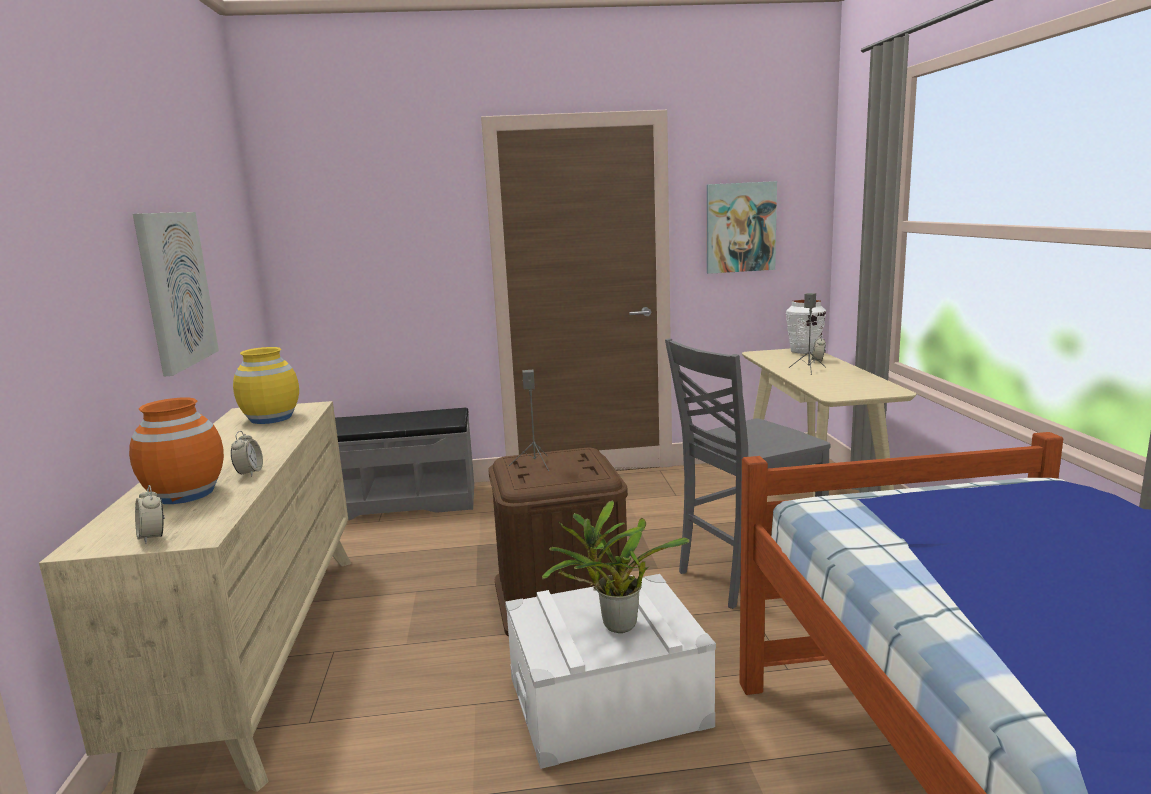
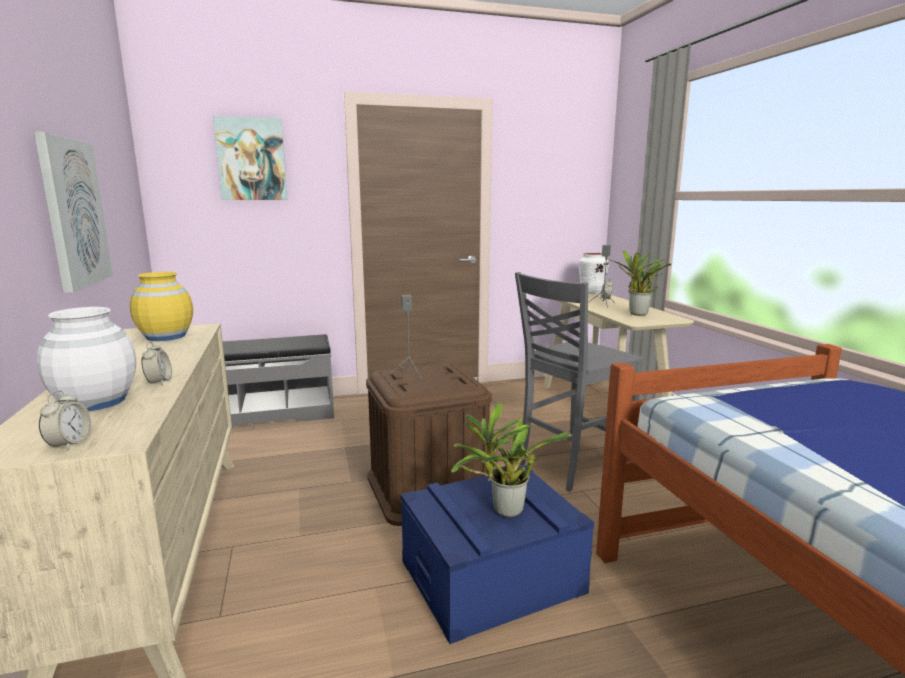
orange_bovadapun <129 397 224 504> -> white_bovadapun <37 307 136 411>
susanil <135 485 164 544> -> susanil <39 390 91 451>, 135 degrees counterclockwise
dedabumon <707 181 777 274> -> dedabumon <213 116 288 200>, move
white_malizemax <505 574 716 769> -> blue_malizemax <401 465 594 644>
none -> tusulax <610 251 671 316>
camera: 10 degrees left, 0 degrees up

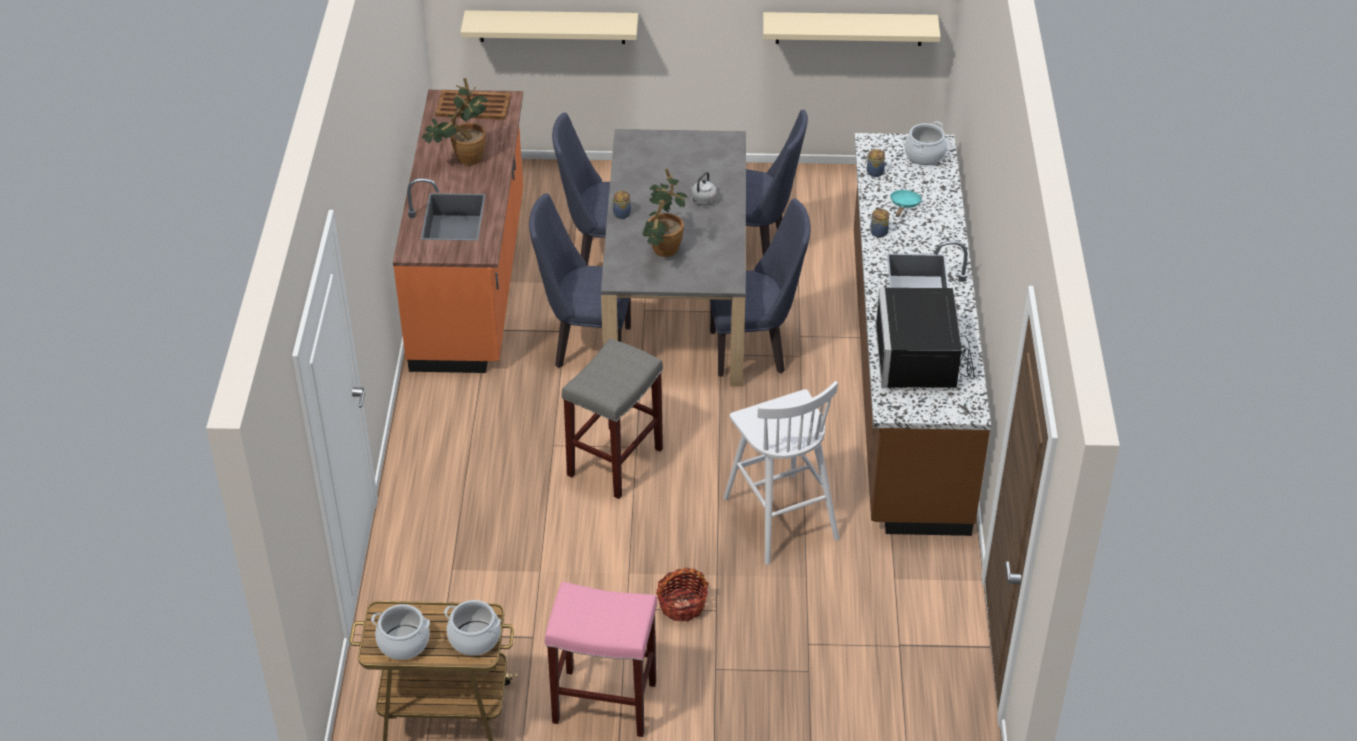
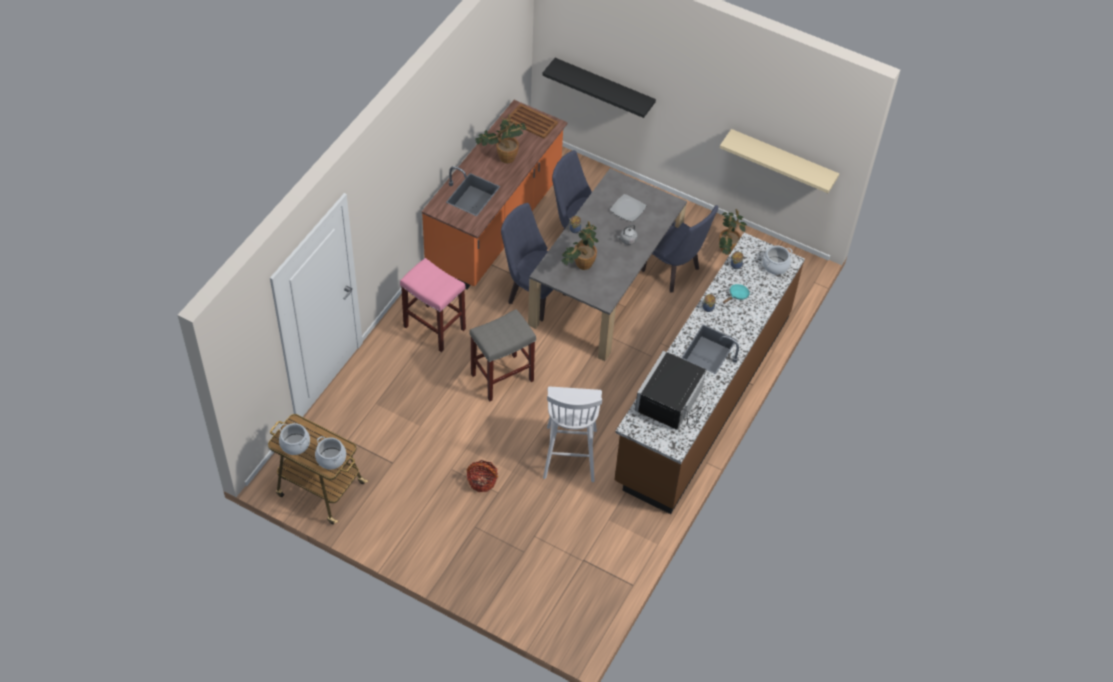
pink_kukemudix <545 582 657 737> -> pink_kukemudix <400 258 466 352>, move
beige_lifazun <461 10 638 44> -> black_lifazun <542 58 656 118>
none -> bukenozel <610 194 646 222>
none -> tusulax <719 209 746 255>
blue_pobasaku <710 198 811 377> -> none
camera: 25 degrees right, 10 degrees up

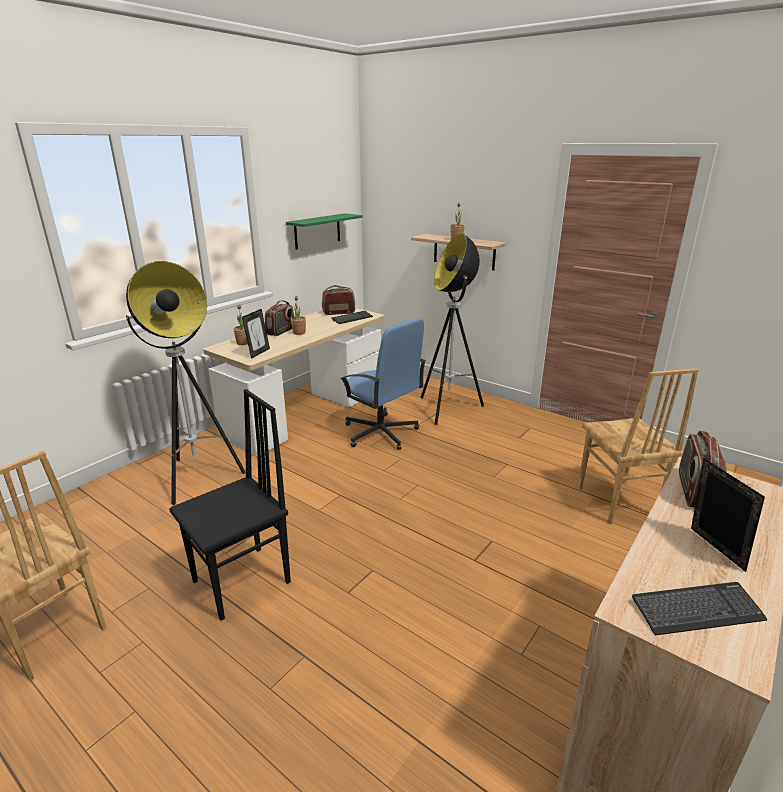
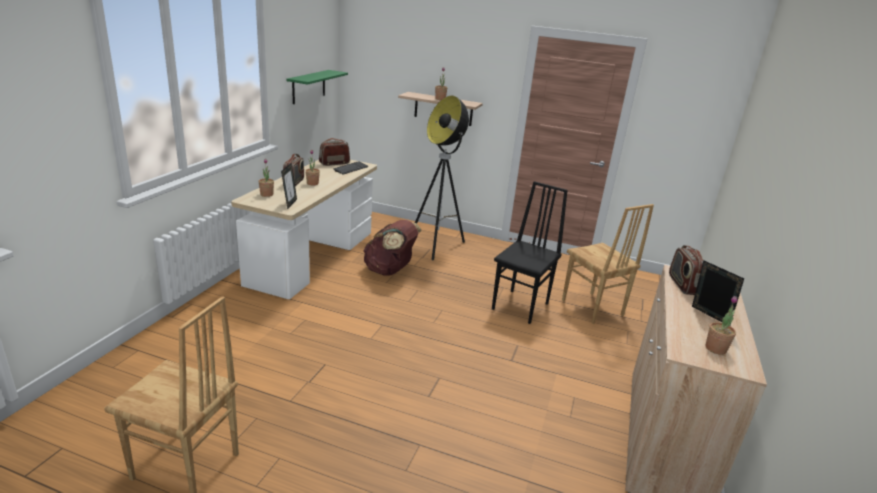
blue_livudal <340 318 426 450> -> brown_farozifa <363 220 422 276>
black_pobasaku <169 389 291 621> -> black_pobasaku <492 181 568 324>, move
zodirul <632 582 768 636> -> tusulax <705 296 737 355>
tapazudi <126 261 246 505> -> none
camera: 20 degrees left, 0 degrees up

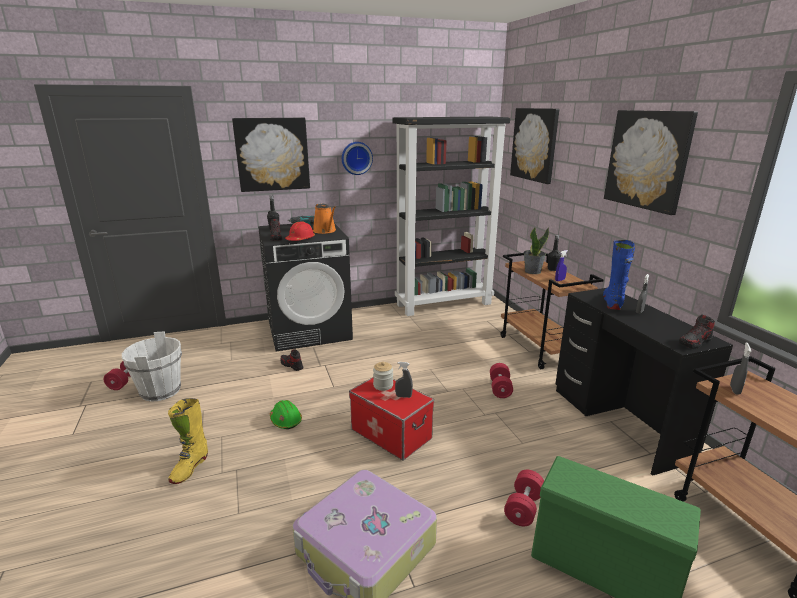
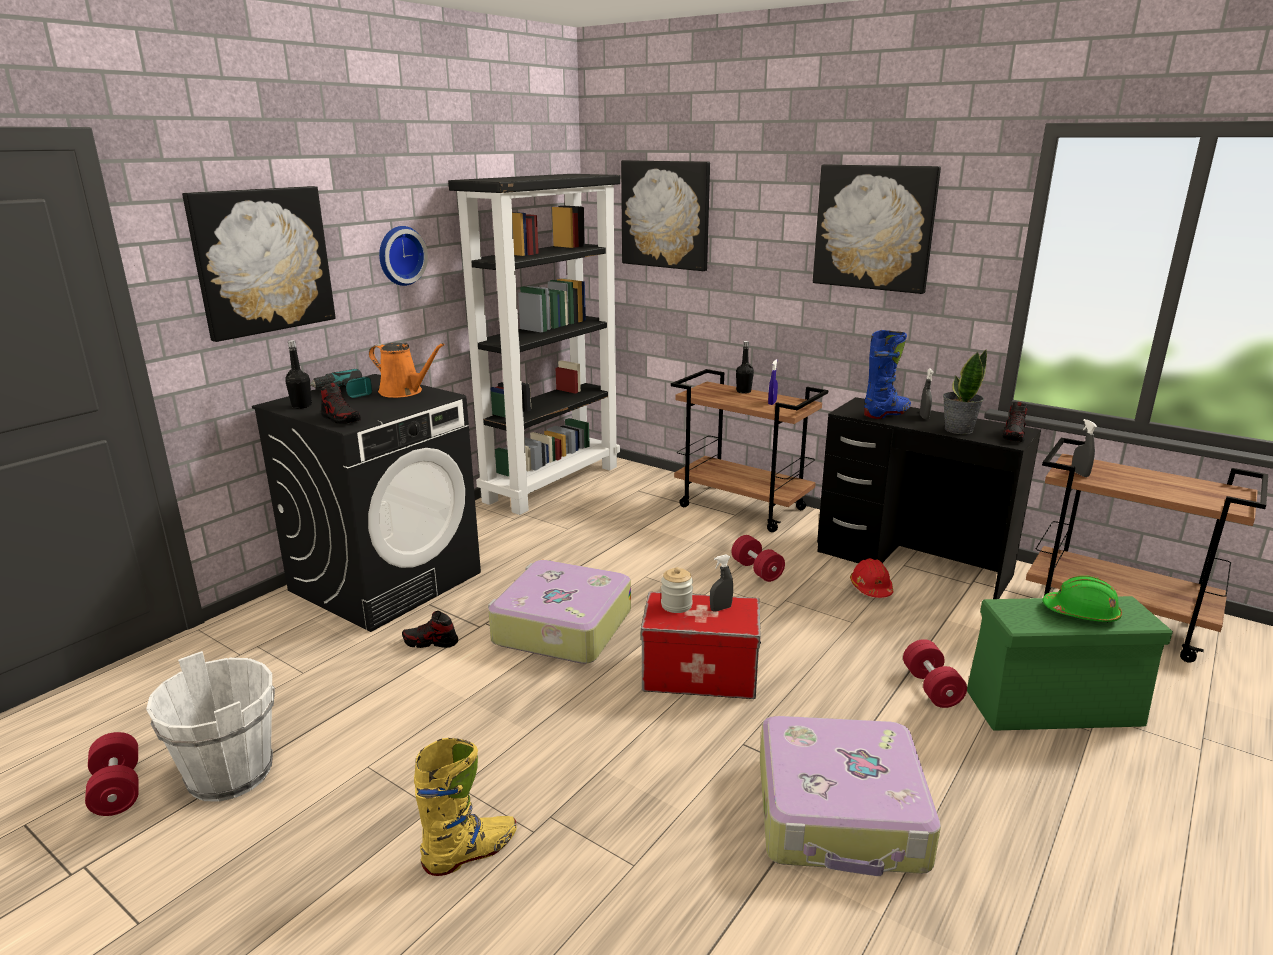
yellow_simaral <168 398 208 484> -> yellow_simaral <414 738 517 876>, 105 degrees counterclockwise
none -> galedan <488 560 631 664>
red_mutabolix <285 221 315 241> -> red_mutabolix <850 558 893 598>, move
blue_simaral <603 240 635 310> -> blue_simaral <864 330 911 419>, 75 degrees clockwise
tusulax <524 227 549 274> -> tusulax <943 349 987 434>, move
green_mutabolix <270 400 302 429> -> green_mutabolix <1042 575 1122 623>, move
camera: 35 degrees left, 0 degrees up

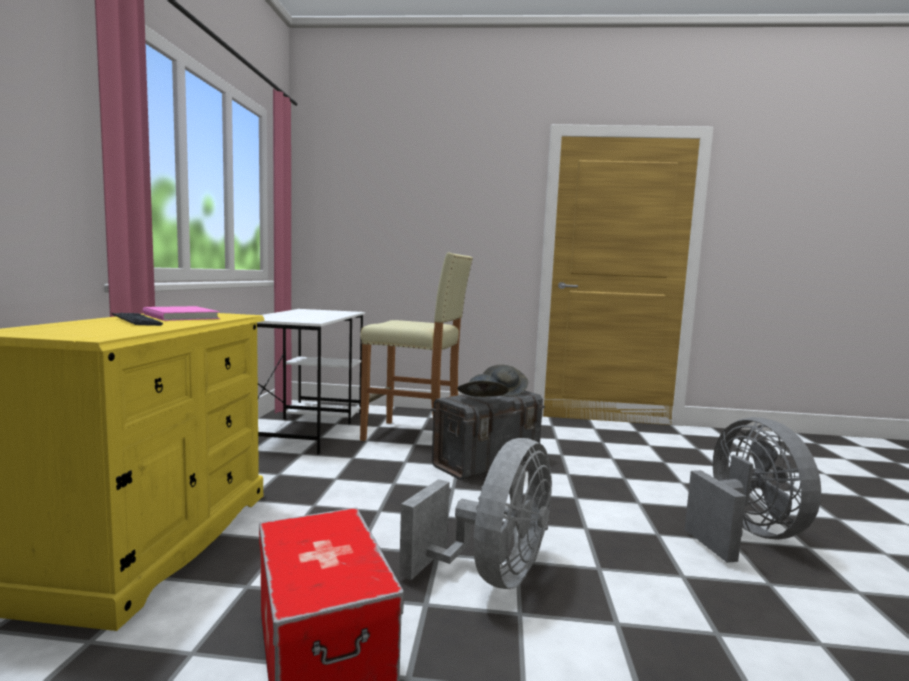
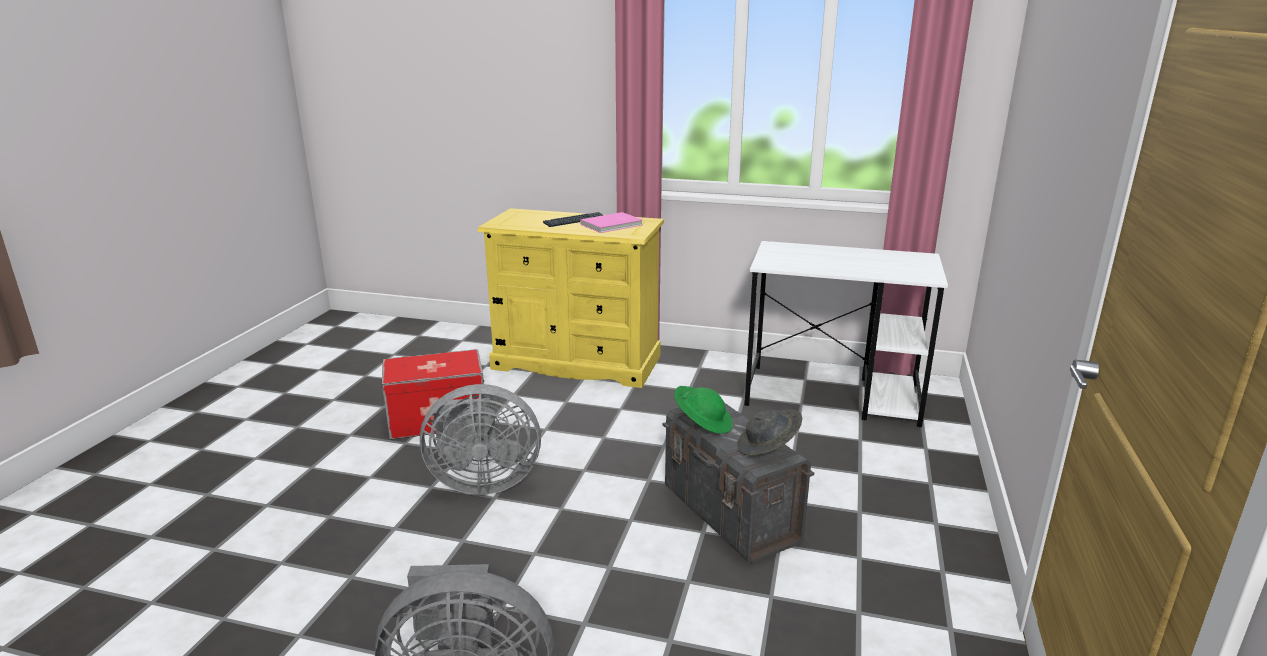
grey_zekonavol <399 438 552 589> -> grey_zekonavol <420 384 541 495>, 45 degrees counterclockwise
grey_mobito <457 374 509 397> -> green_mobito <674 386 733 434>
beige_kukemudix <360 253 473 441> -> none
camera: 100 degrees right, 15 degrees up

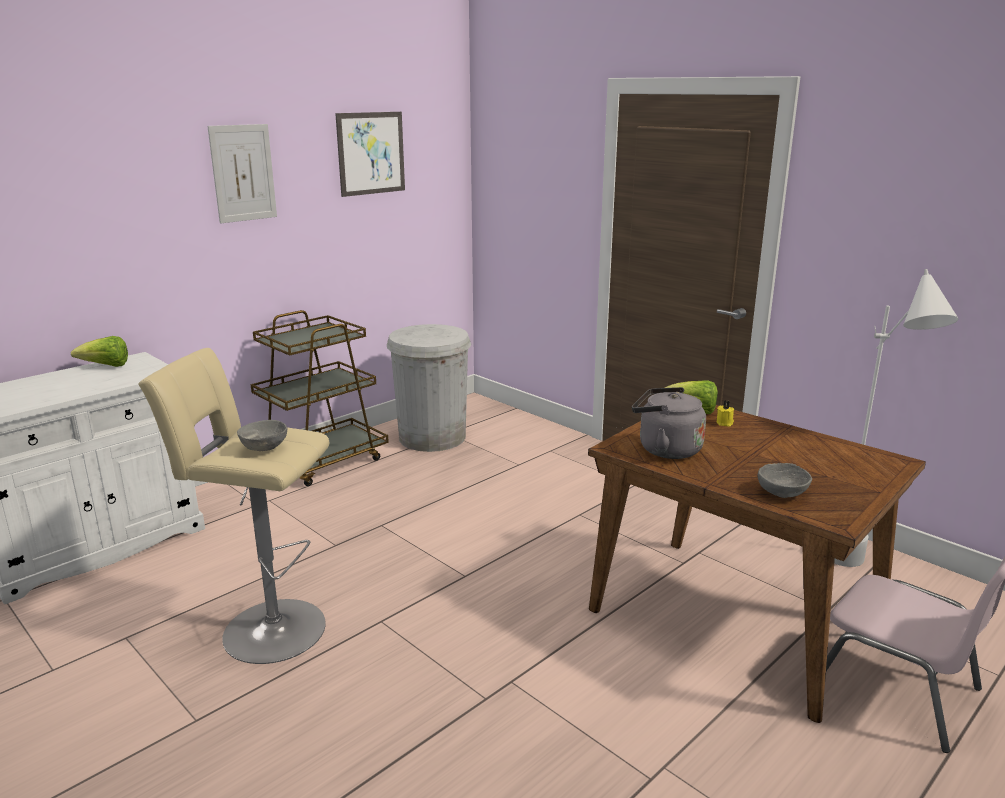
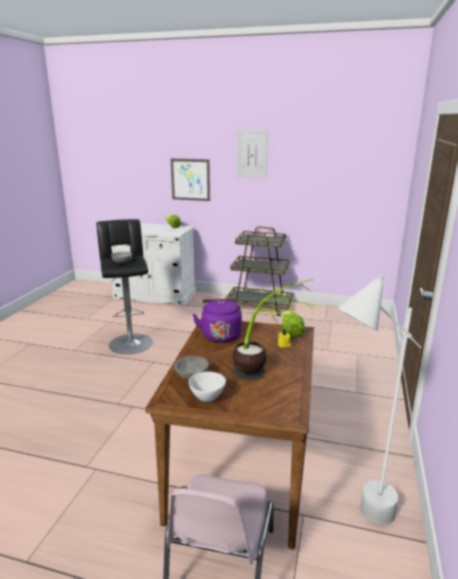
beige_kukemudix <138 348 329 664> -> black_kukemudix <96 219 153 354>
dedabumon <335 112 405 197> -> dedabumon <171 159 210 201>, move
none -> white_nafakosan <189 372 226 402>
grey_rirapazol <632 387 706 459> -> purple_rirapazol <192 299 242 343>
none -> tusulax <233 279 315 380>
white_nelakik <387 324 472 452> -> none
camera: 60 degrees right, 0 degrees up

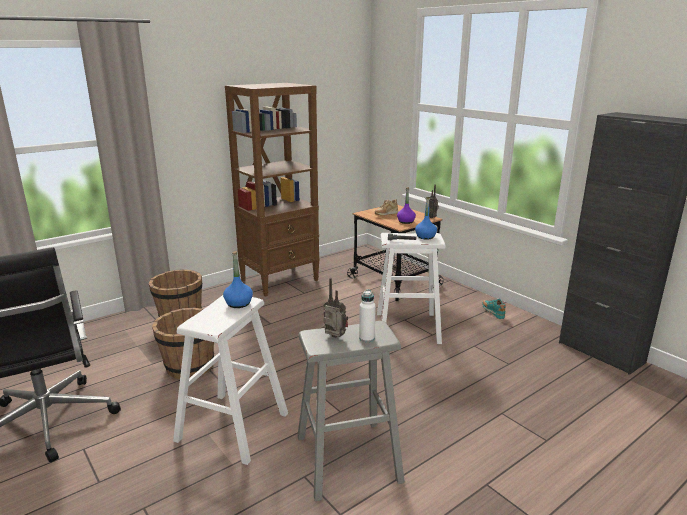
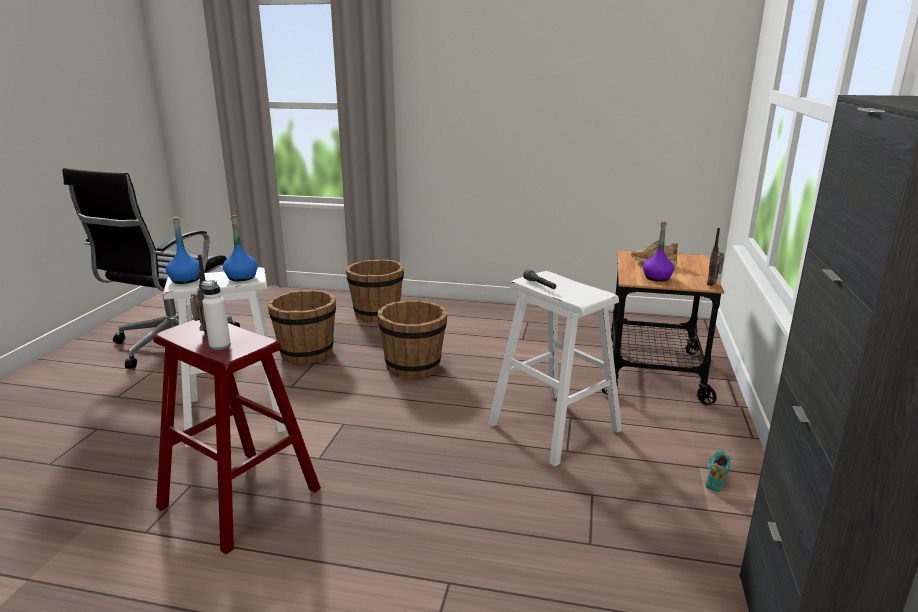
grey_kukemudix <297 321 405 501> -> red_kukemudix <153 320 321 554>
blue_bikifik <415 197 437 240> -> blue_bikifik <166 217 200 284>, move
none -> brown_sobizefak <378 300 447 379>
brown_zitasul <225 83 320 297> -> none
camera: 50 degrees right, 0 degrees up

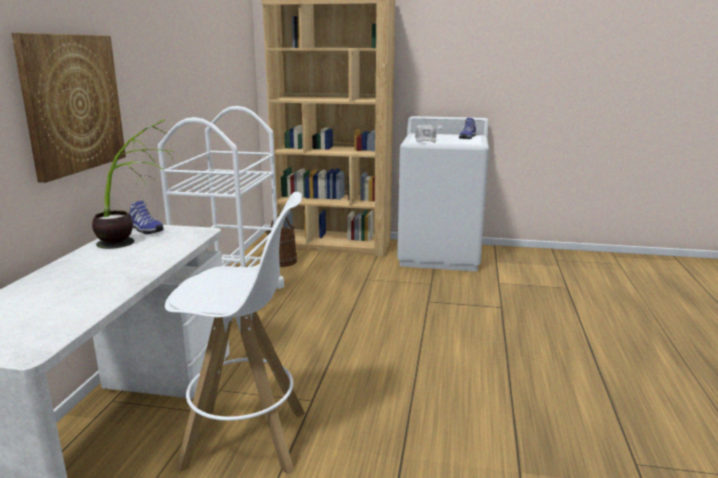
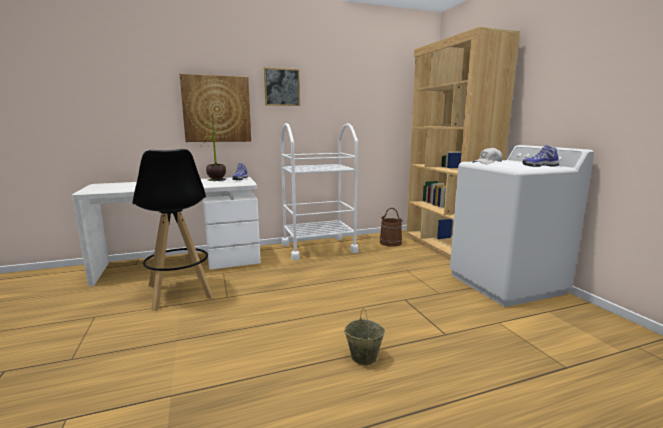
white_kukemudix <165 192 305 474> -> black_kukemudix <133 149 214 311>
none -> dedabumon <264 67 300 106>
none -> beige_sobizefak <344 309 385 365>
camera: 60 degrees right, 5 degrees down

